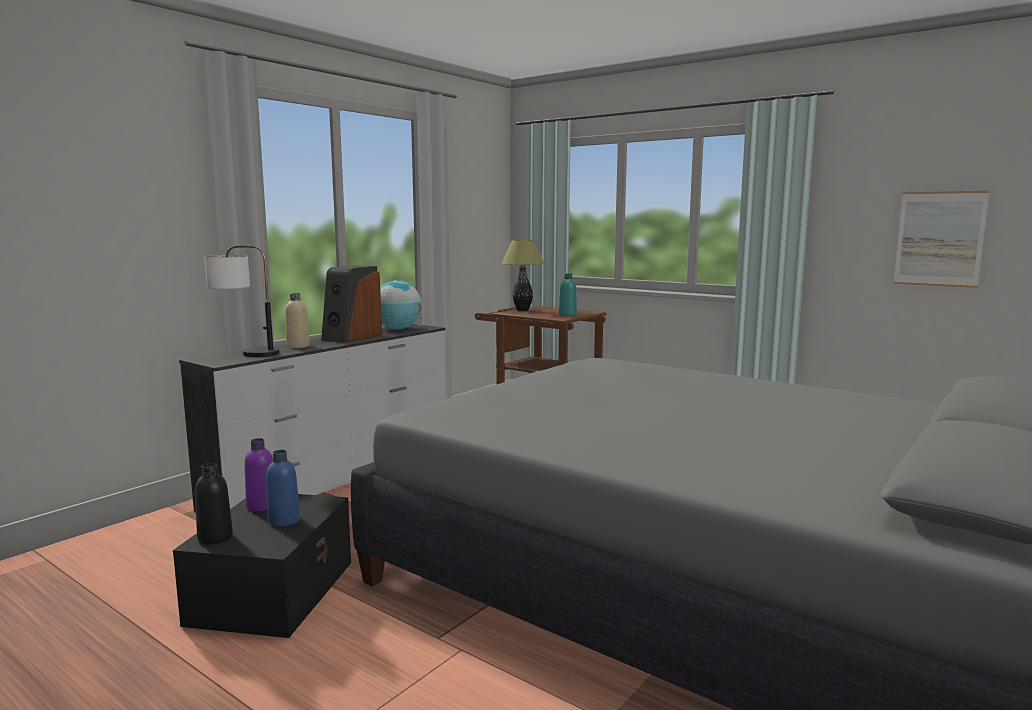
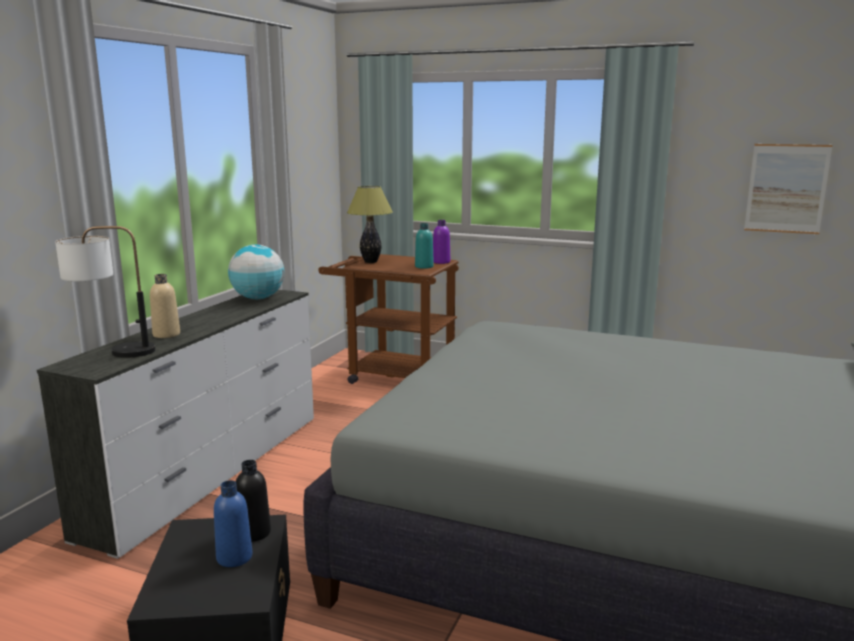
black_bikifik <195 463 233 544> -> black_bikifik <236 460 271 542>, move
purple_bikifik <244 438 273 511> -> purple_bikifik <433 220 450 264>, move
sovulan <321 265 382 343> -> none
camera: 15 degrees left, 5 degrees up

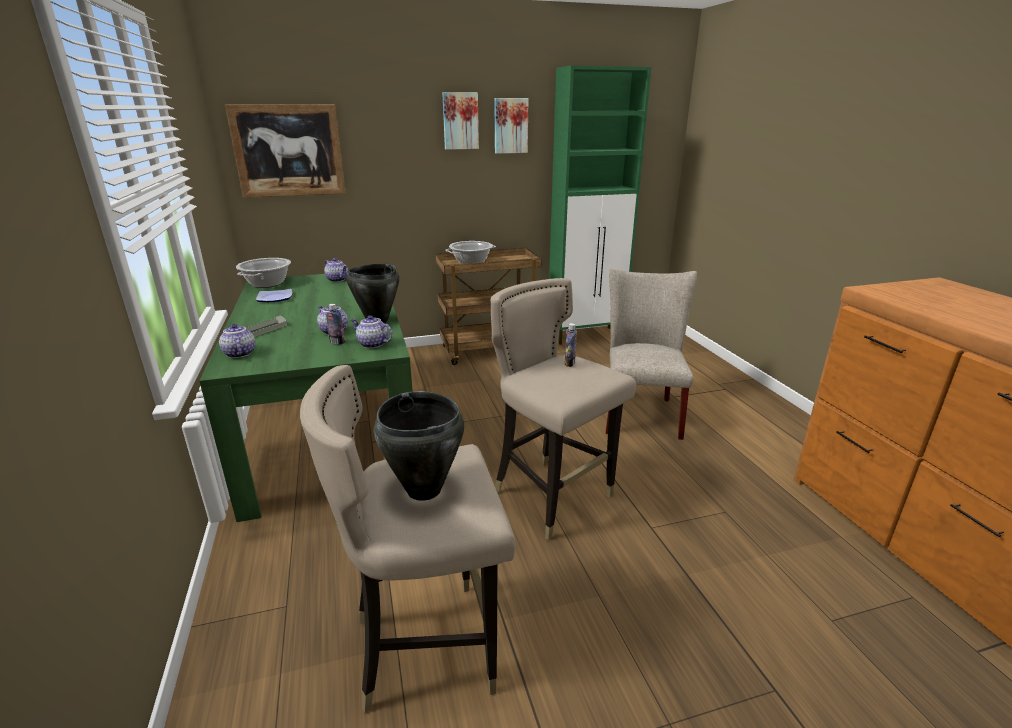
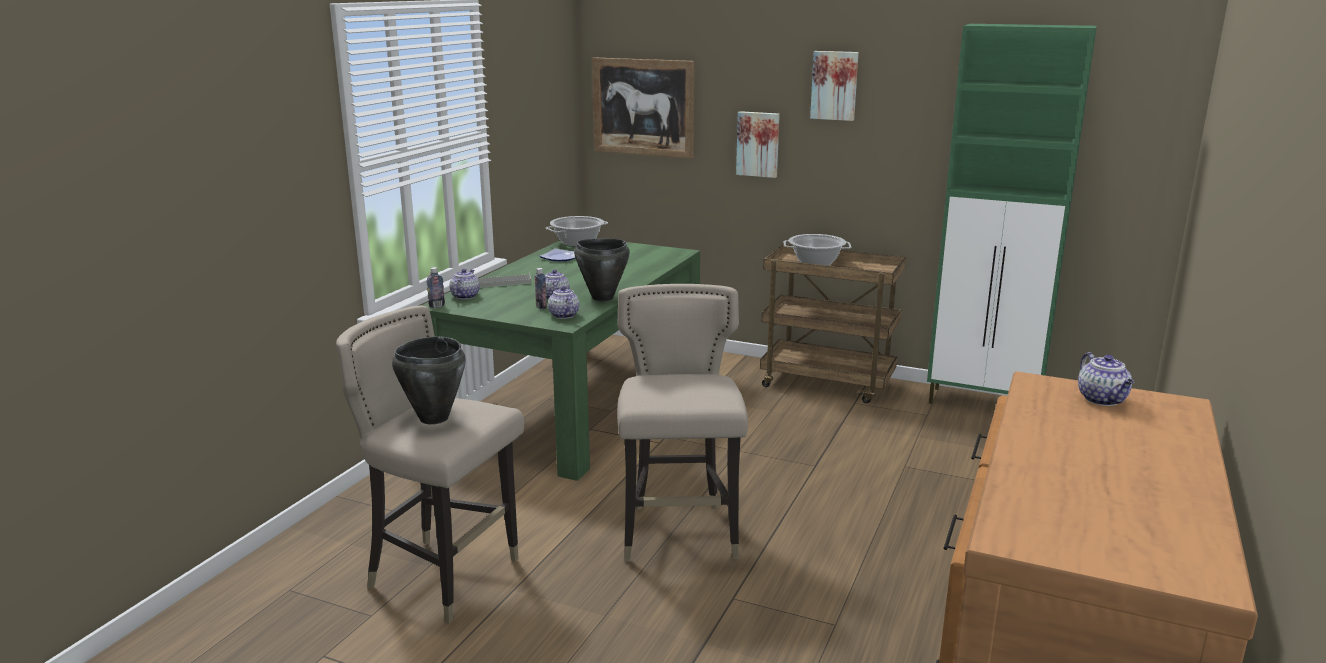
bikifik <565 323 577 367> -> bikifik <427 267 445 308>, move
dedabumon <494 98 529 154> -> dedabumon <736 111 780 178>, move
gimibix <324 258 348 282> -> gimibix <1078 352 1134 406>, move
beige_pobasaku <606 268 697 440> -> none
camera: 40 degrees right, 5 degrees down

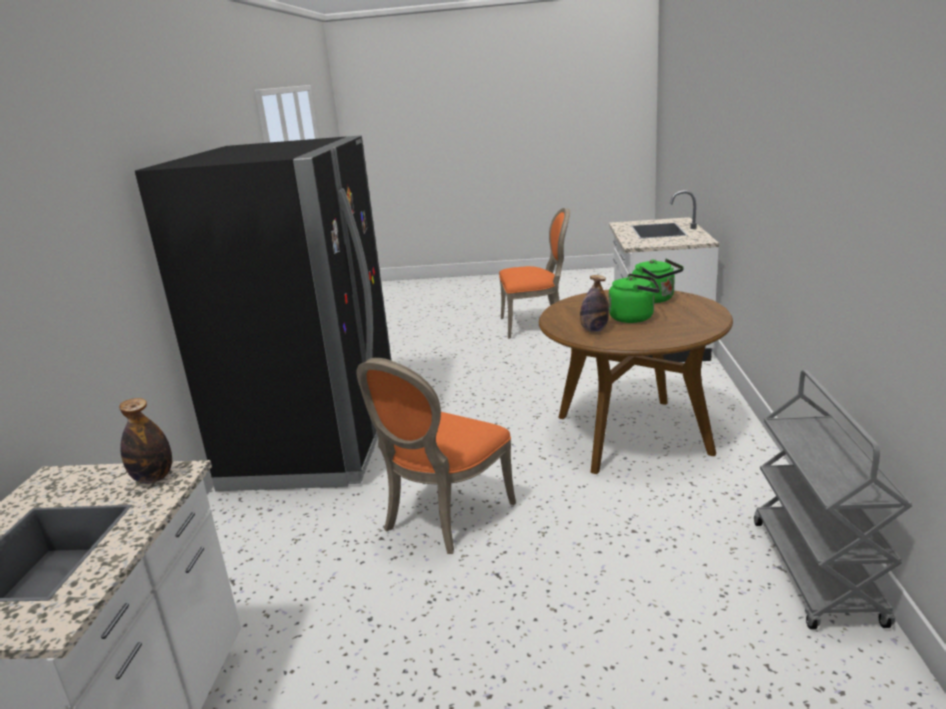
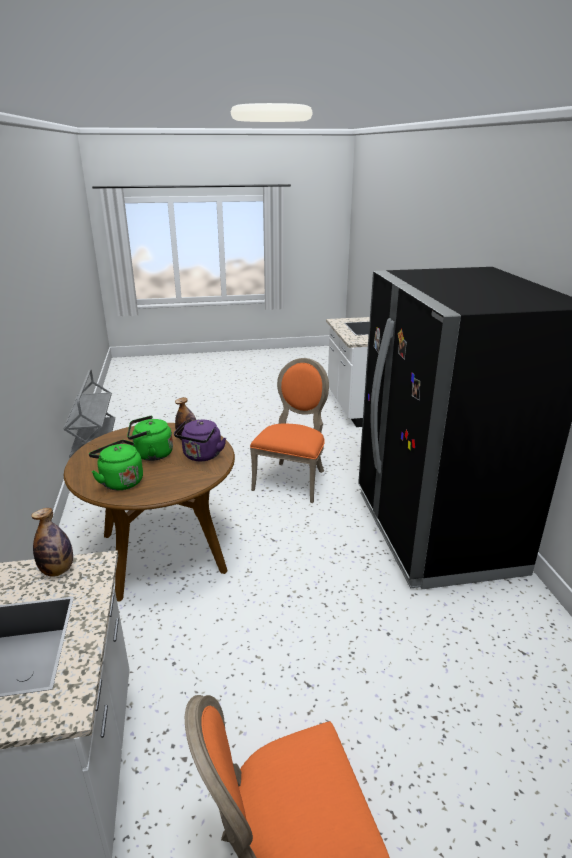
bikifik <119 398 172 484> -> bikifik <31 508 73 577>, move
none -> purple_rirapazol <174 420 226 461>
camera: 165 degrees right, 5 degrees up

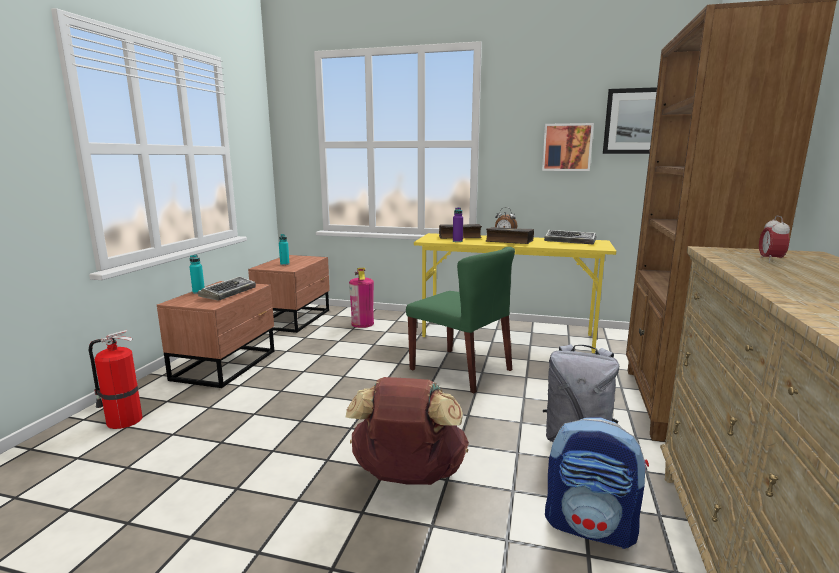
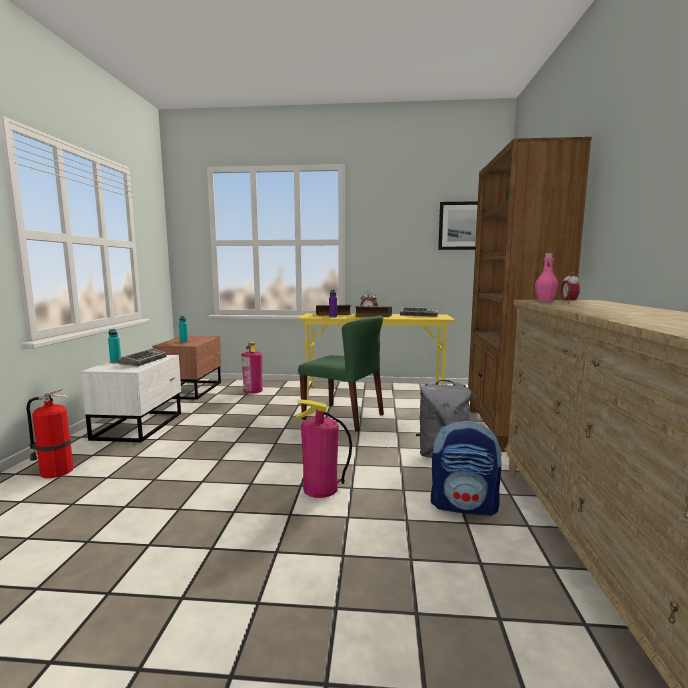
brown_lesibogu <157 281 274 388> -> white_lesibogu <81 355 181 442>
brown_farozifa <346 377 469 485> -> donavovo <295 400 352 498>
none -> pink_bikifik <535 253 559 301>
dedabumon <542 123 594 171> -> none
camera: 10 degrees left, 5 degrees down

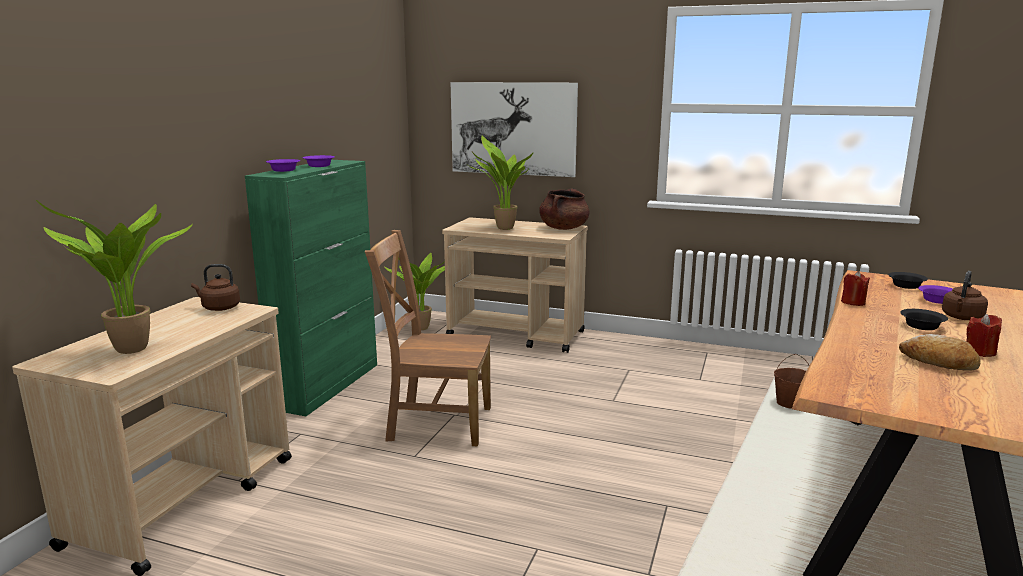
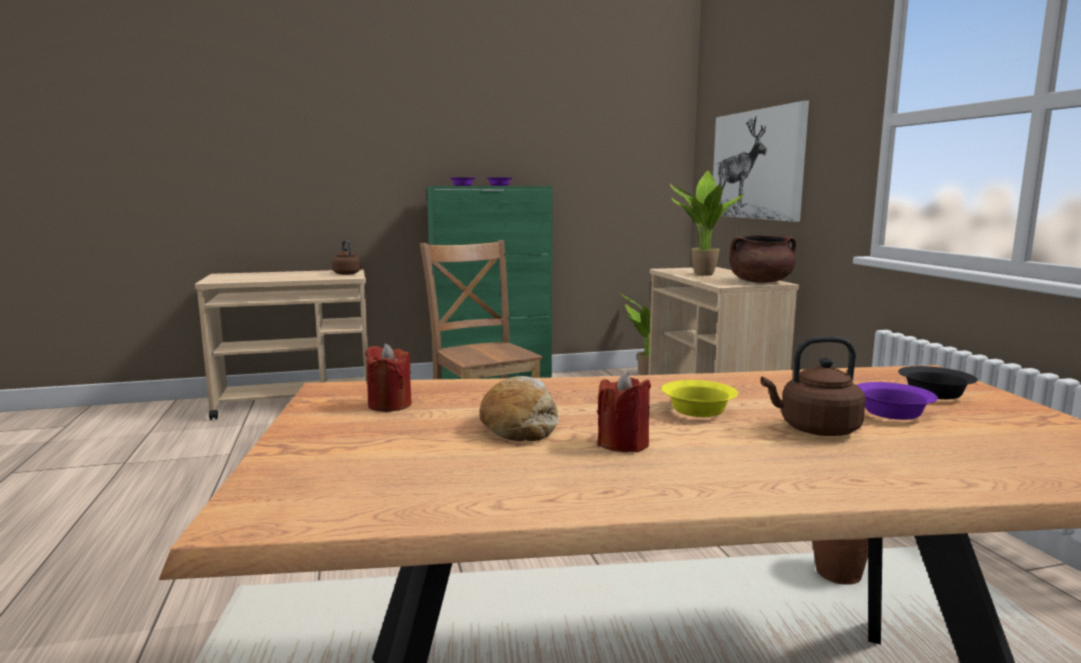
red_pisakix <841 271 870 306> -> red_pisakix <365 344 412 412>, move
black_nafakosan <900 309 948 330> -> yellow_nafakosan <661 380 738 417>
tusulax <36 200 193 354> -> none
camera: 55 degrees right, 5 degrees down

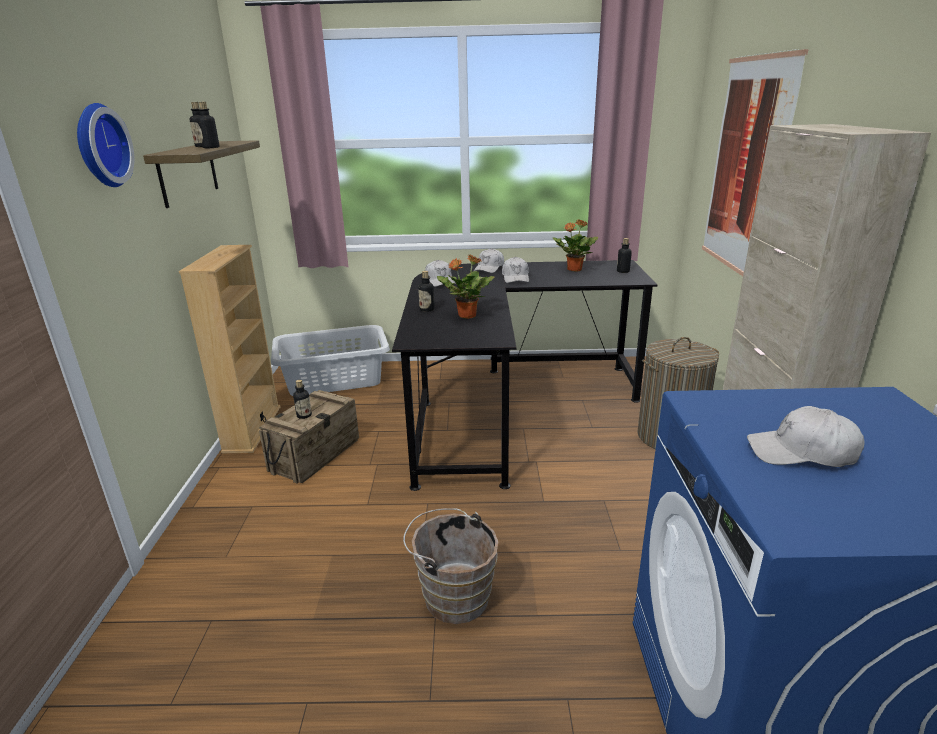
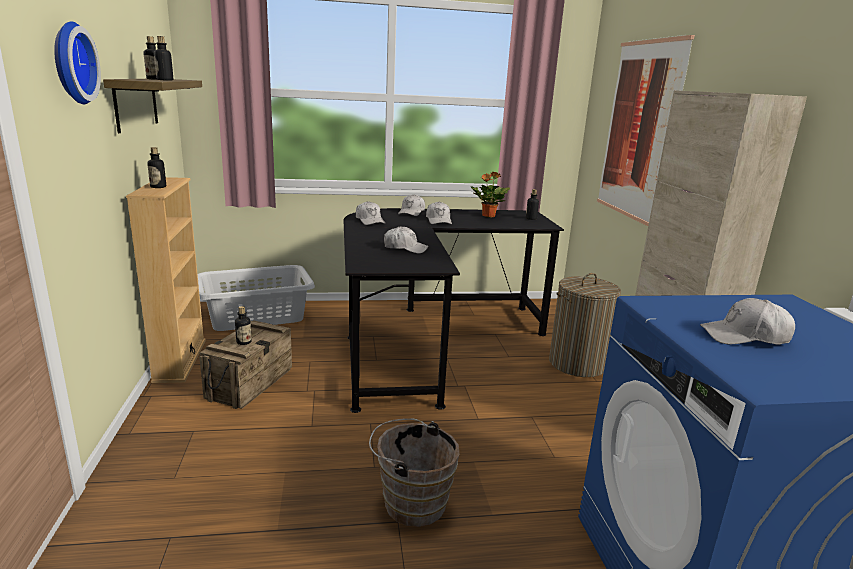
bikifik <418 271 435 312> -> bikifik <147 147 166 188>, move
tusulax <437 254 495 319> -> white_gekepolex <384 226 429 254>
camera: 10 degrees left, 5 degrees down

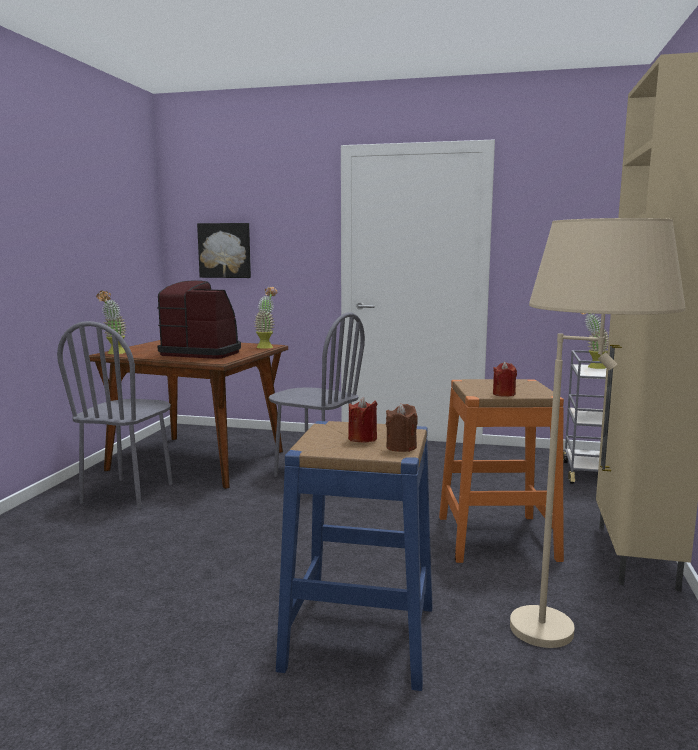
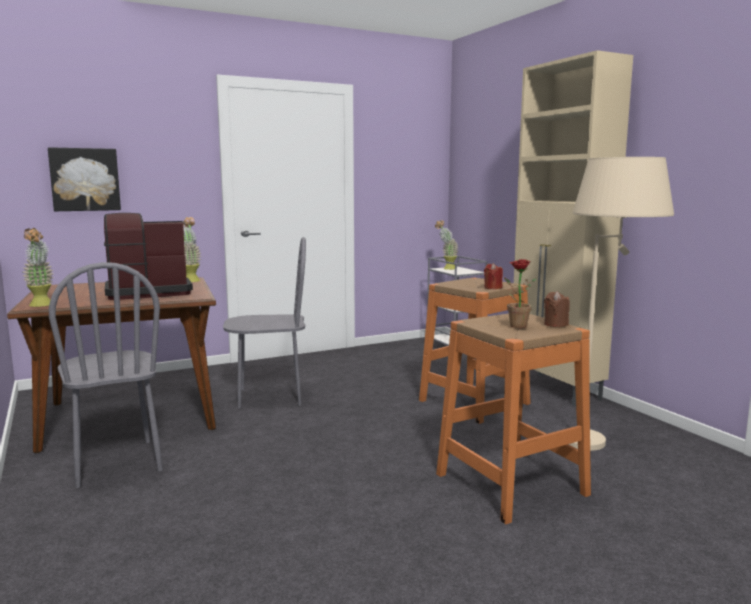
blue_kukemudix <276 421 432 691> -> orange_kukemudix <436 314 591 524>
red_pisakix <348 397 377 442> -> tusulax <504 259 537 328>
camera: 40 degrees left, 0 degrees up

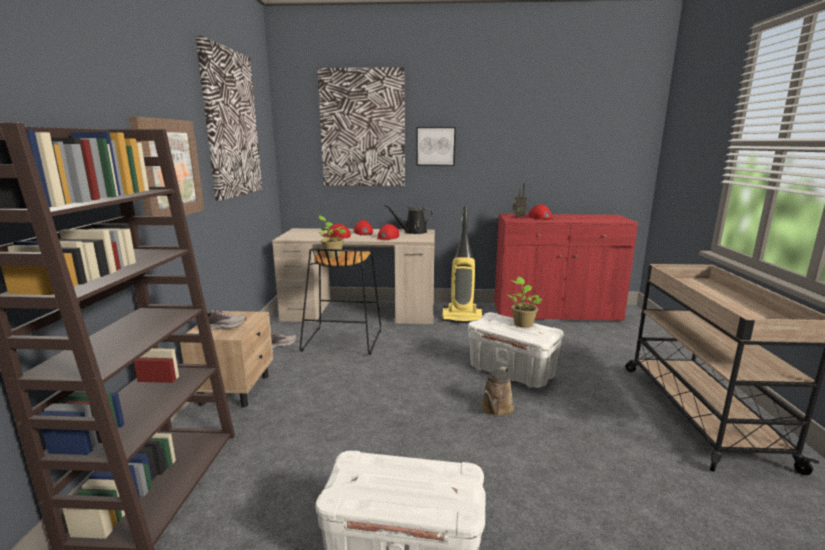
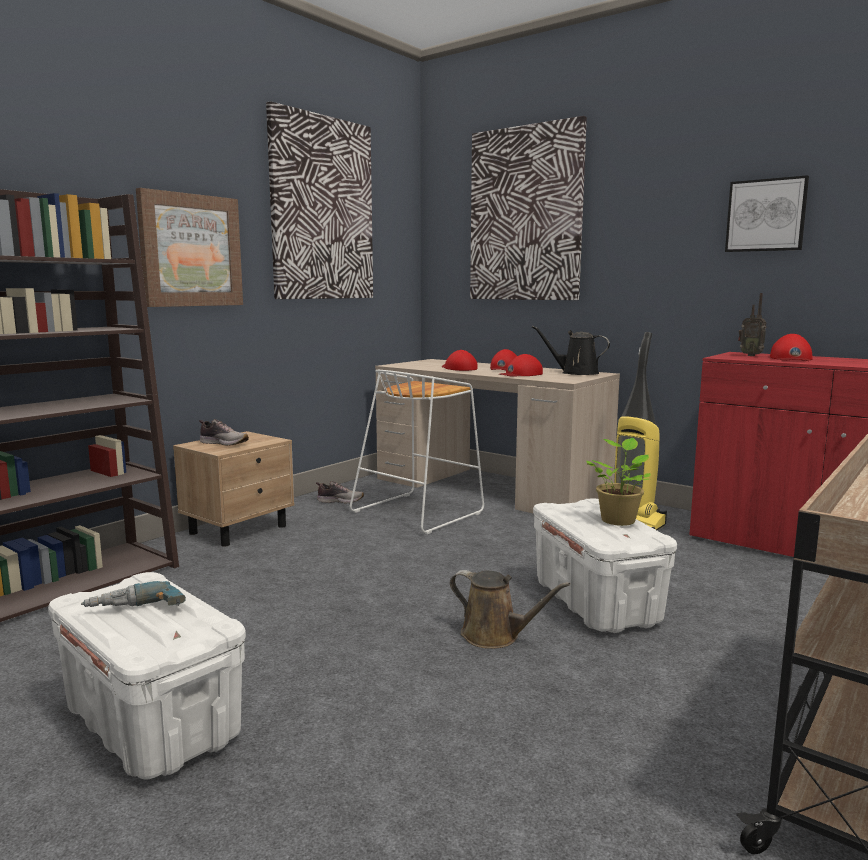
none -> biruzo <81 581 186 607>
black_kukemudix <300 248 381 355> -> white_kukemudix <350 370 484 534>
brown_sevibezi <480 366 515 417> -> brown_sevibezi <450 570 570 649>, 120 degrees counterclockwise
dedabumon <416 127 456 166> -> dedabumon <725 175 809 252>, move
tusulax <318 215 347 257> -> none
camera: 35 degrees right, 5 degrees down

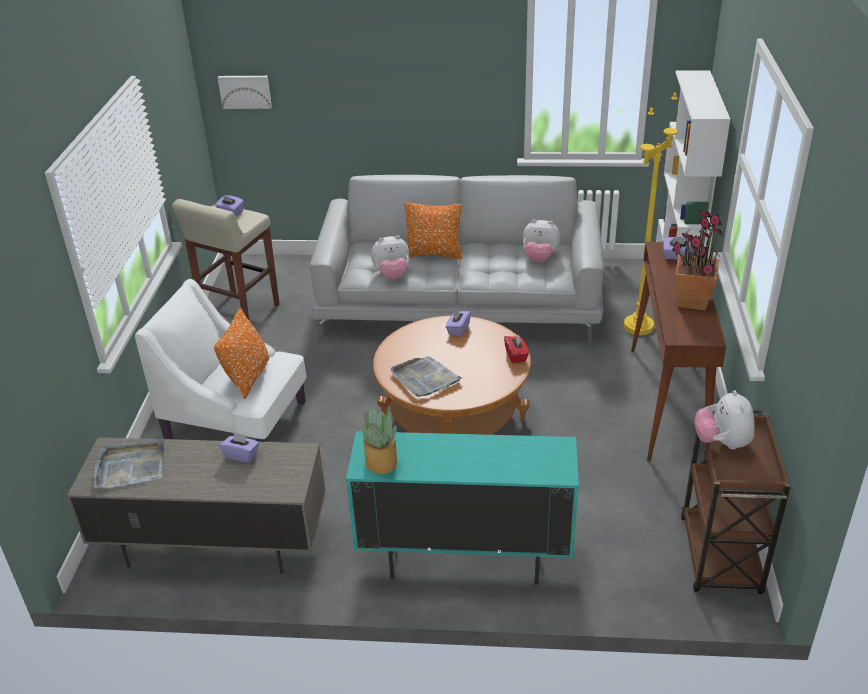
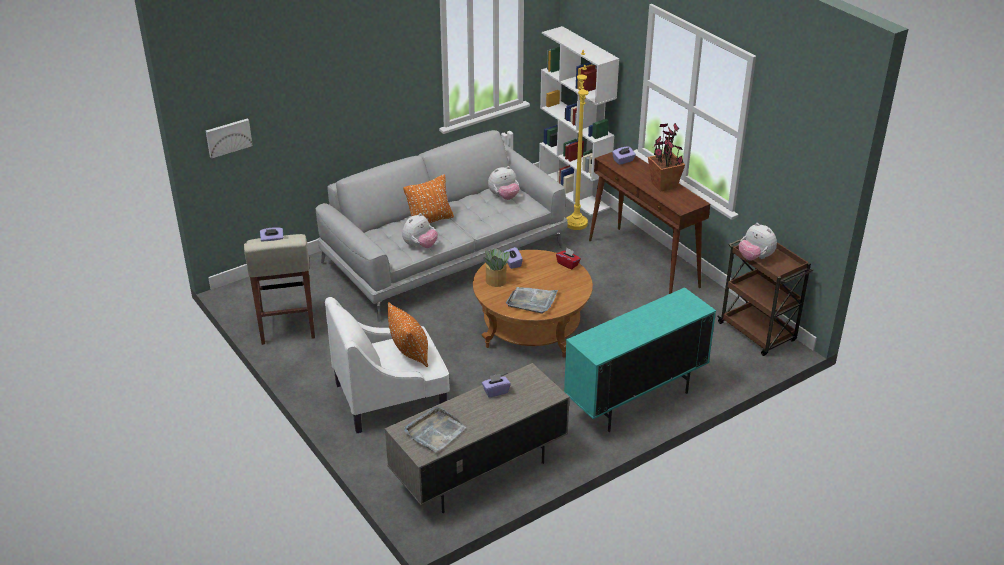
tusulax <357 408 397 474> -> tusulax <483 248 510 287>, move
camera: 40 degrees left, 0 degrees up

